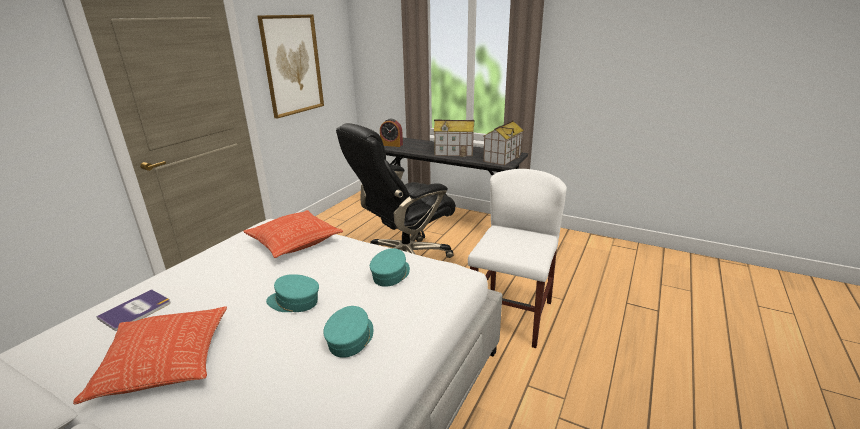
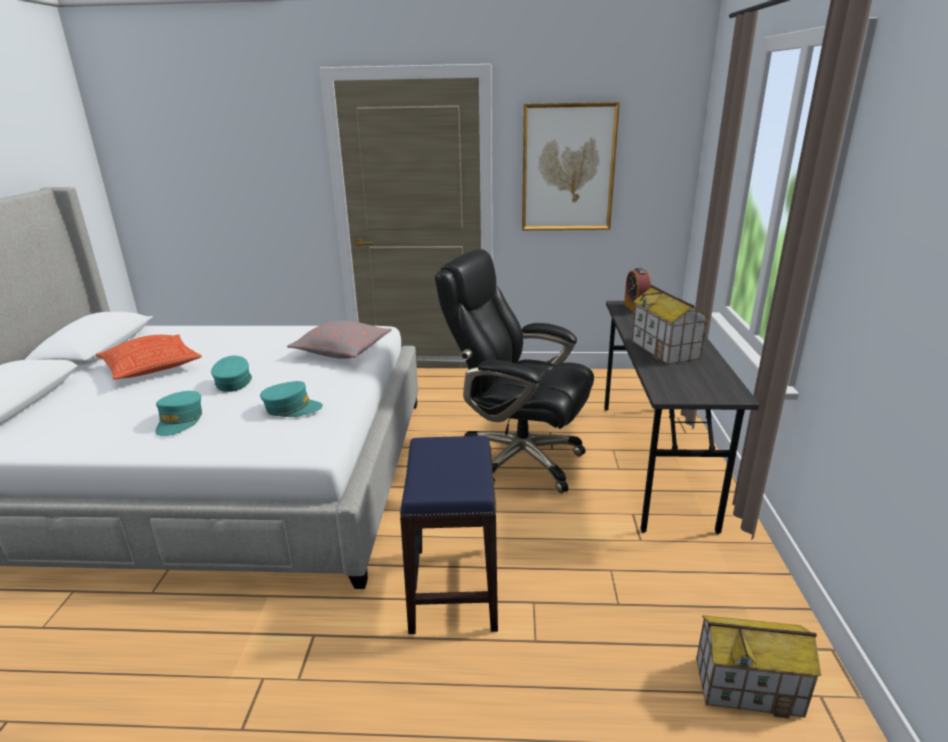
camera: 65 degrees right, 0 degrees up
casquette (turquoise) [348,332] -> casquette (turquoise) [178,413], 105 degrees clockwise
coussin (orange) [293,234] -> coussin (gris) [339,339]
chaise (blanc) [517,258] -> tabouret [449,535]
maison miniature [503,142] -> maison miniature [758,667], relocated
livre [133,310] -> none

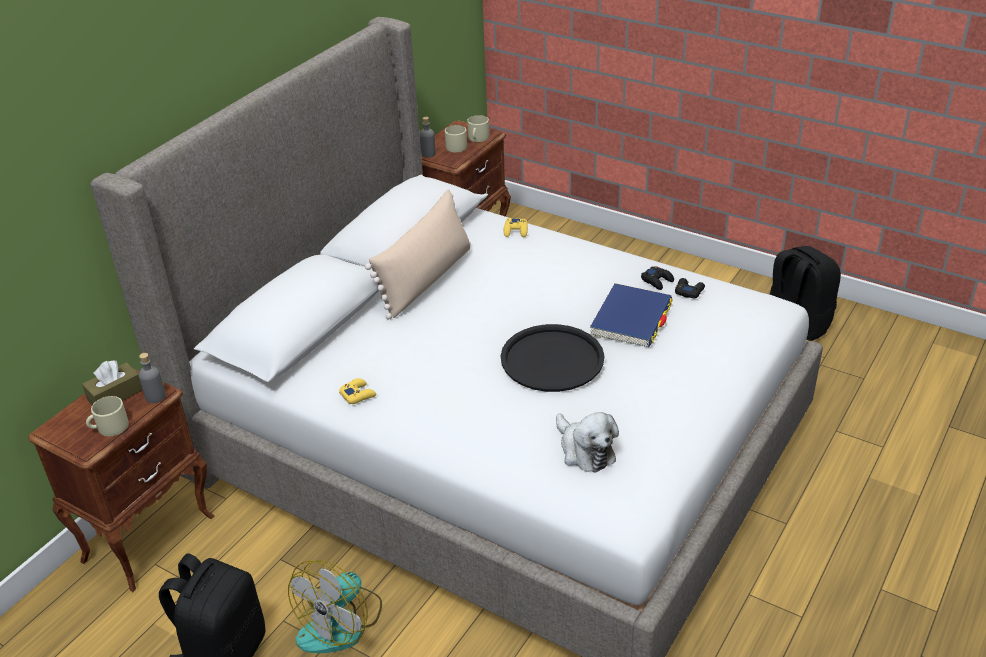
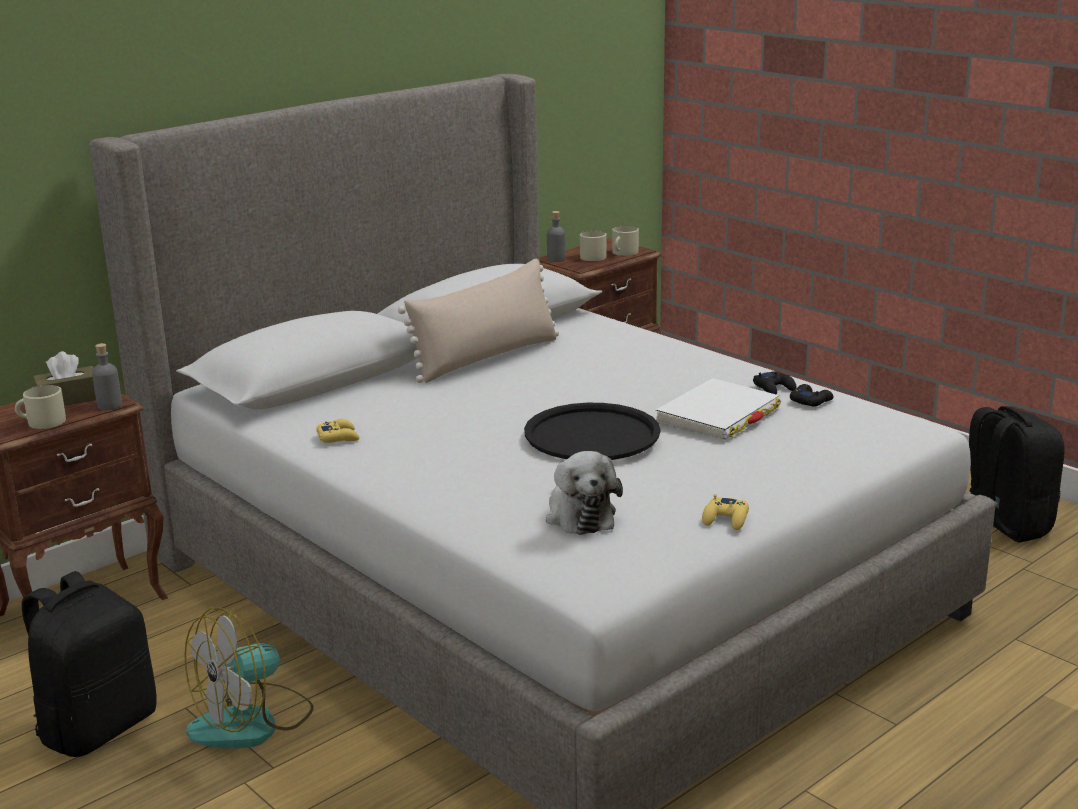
camera: 15 degrees right, 15 degrees down
livre (bleu) [631,315] -> livre (blanc) [718,409]
manette (jaune) [515,227] -> manette (jaune) [725,512], relocated

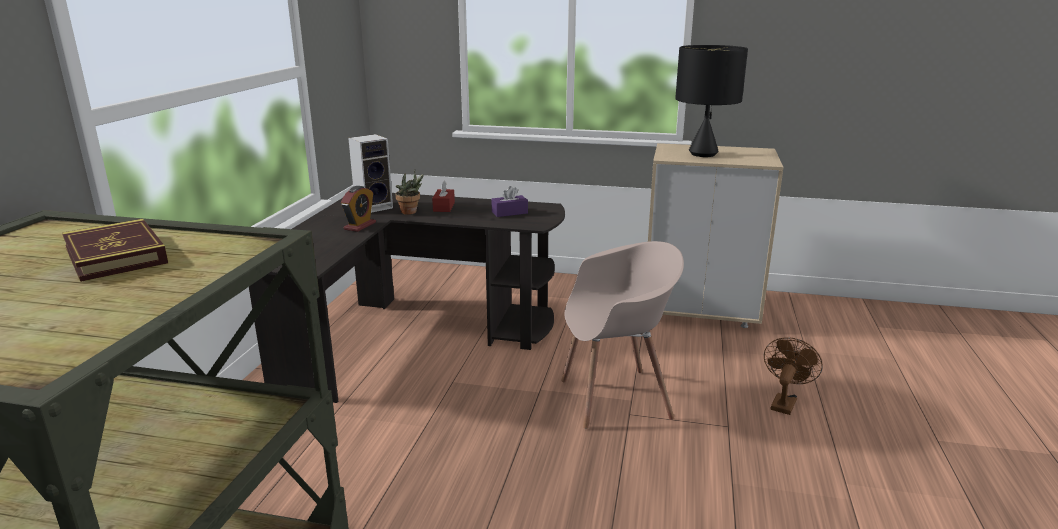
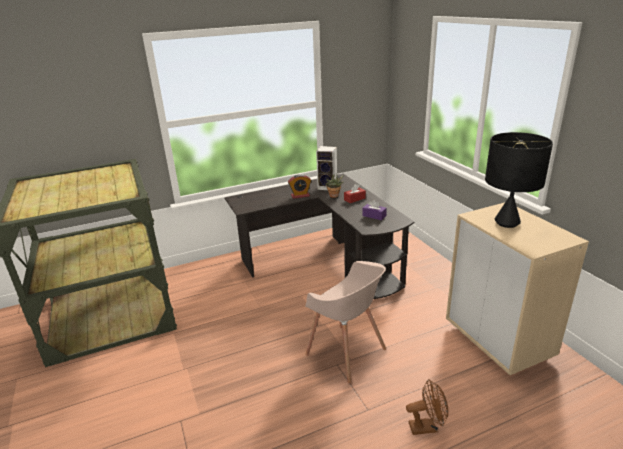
camera: 55 degrees right, 5 degrees up
livre [115,250] -> none

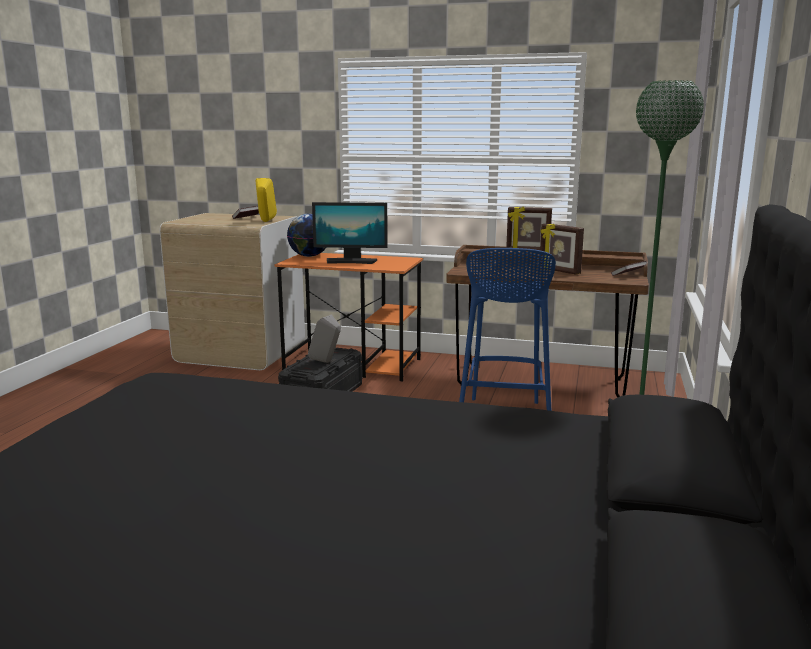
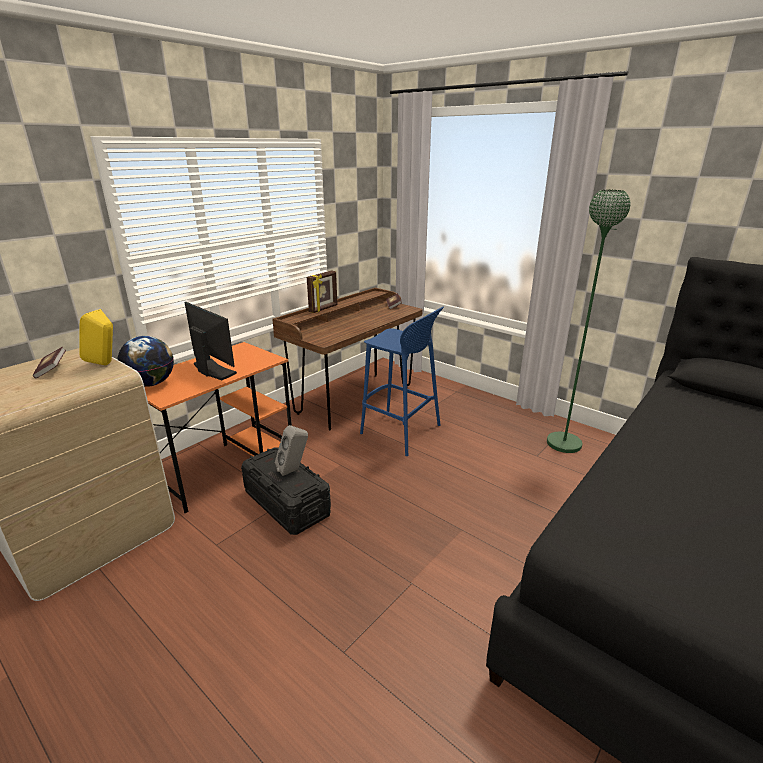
camera: 65 degrees left, 10 degrees up
écran d'ordinateur [350,233] -> écran d'ordinateur [211,341], 75 degrees counterclockwise
cadre photo [562,249] -> none

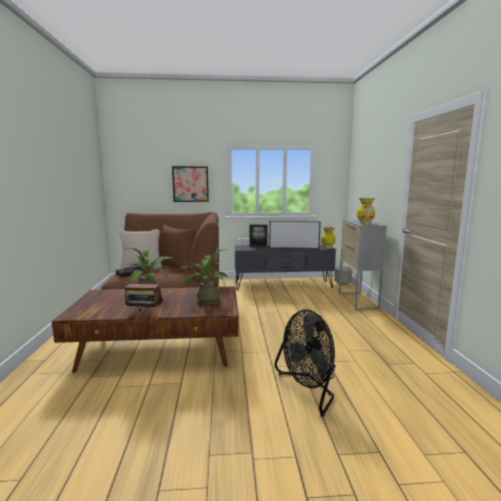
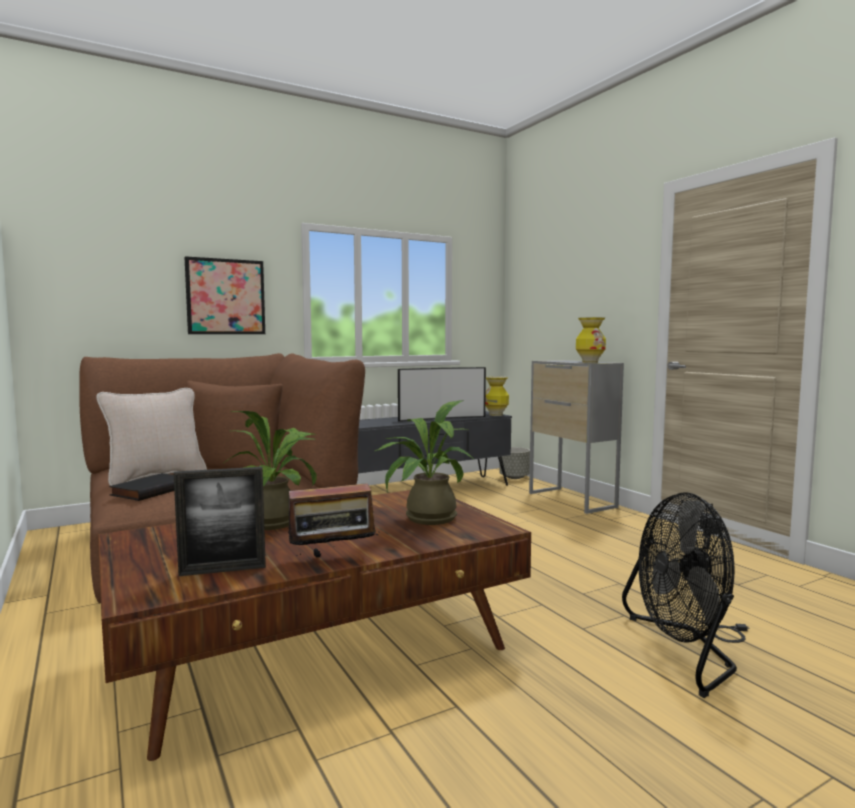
camera: 25 degrees left, 5 degrees down
cadre photo [259,235] -> cadre photo [220,521], relocated
ventilateur (noir) [305,363] -> ventilateur (noir) [685,595], 45 degrees clockwise

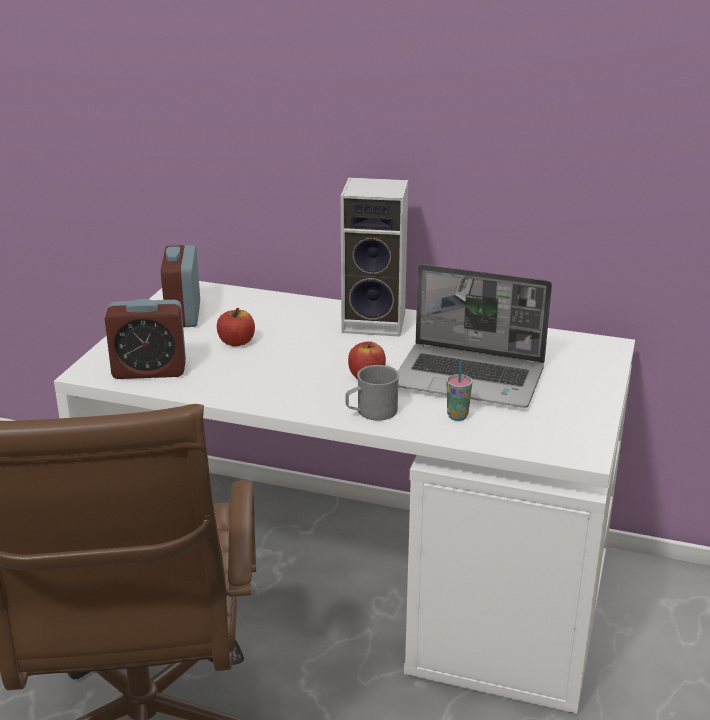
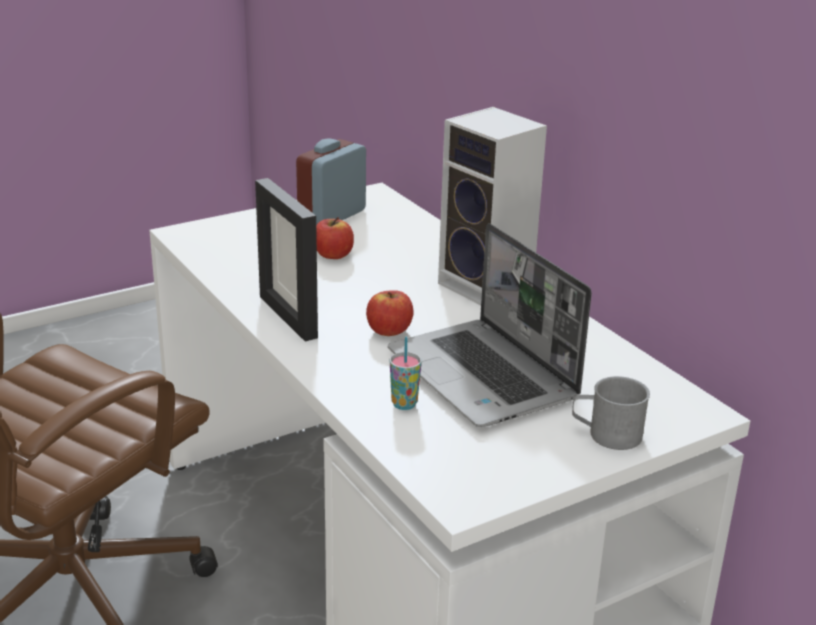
camera: 40 degrees right, 0 degrees up
none -> cadre photo [286,259]
mug (gris) [372,392] -> mug (gris) [611,413], relocated
réveil [145,339] -> none

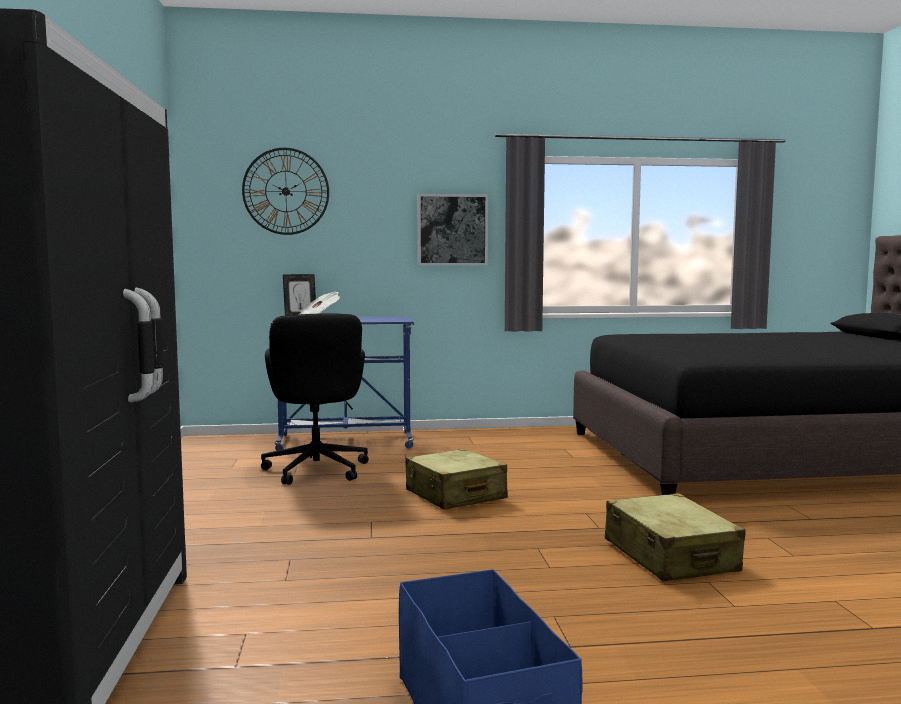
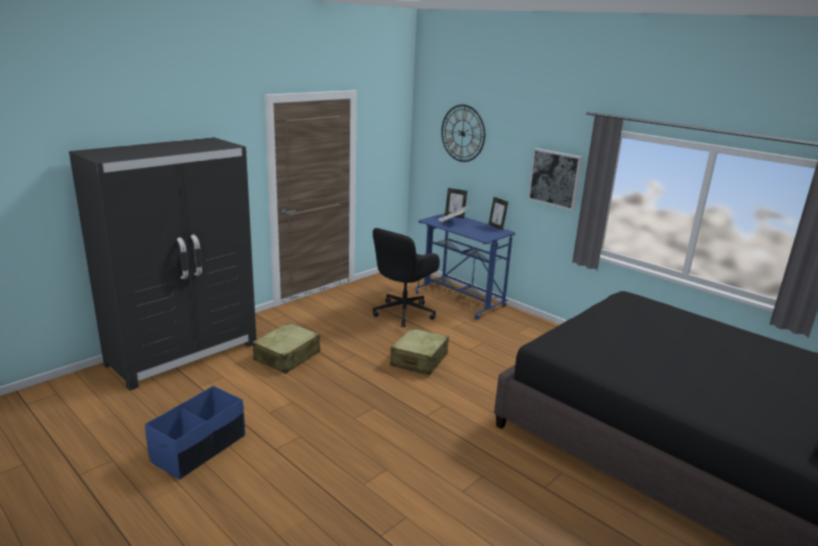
camera: 50 degrees right, 15 degrees up
valise (beige) [675,537] -> valise (beige) [286,348], relocated
none -> cadre photo [498,214]

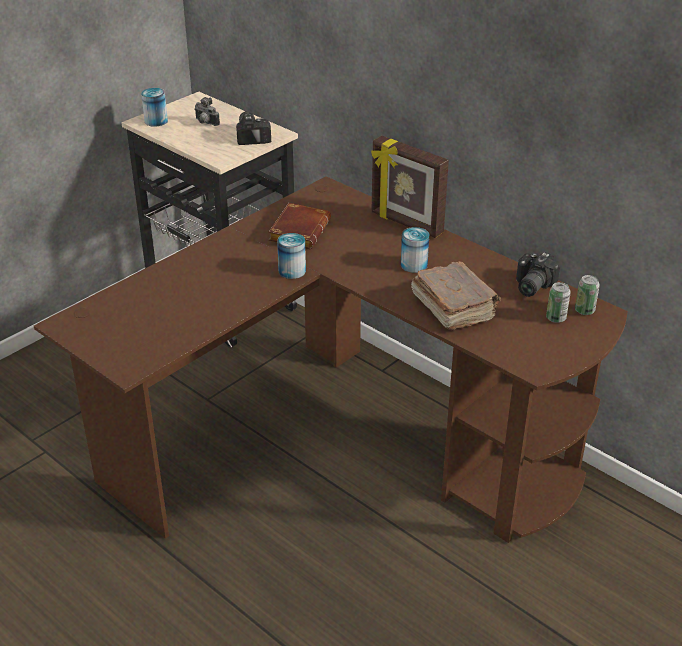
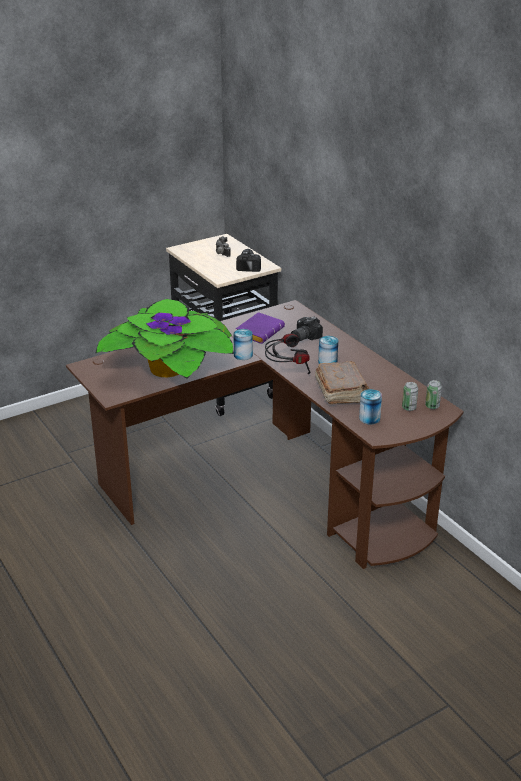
camera: 15 degrees right, 5 degrees down
none -> plante en pot [165,339]
livre (marron) [299,226] -> livre (violet) [260,328]
none -> casque audio [287,354]
appareil photo [538,274] -> appareil photo [307,329], relocated
boîte métallique [154,107] -> boîte métallique [370,406], relocated
cadre photo [410,187] -> none

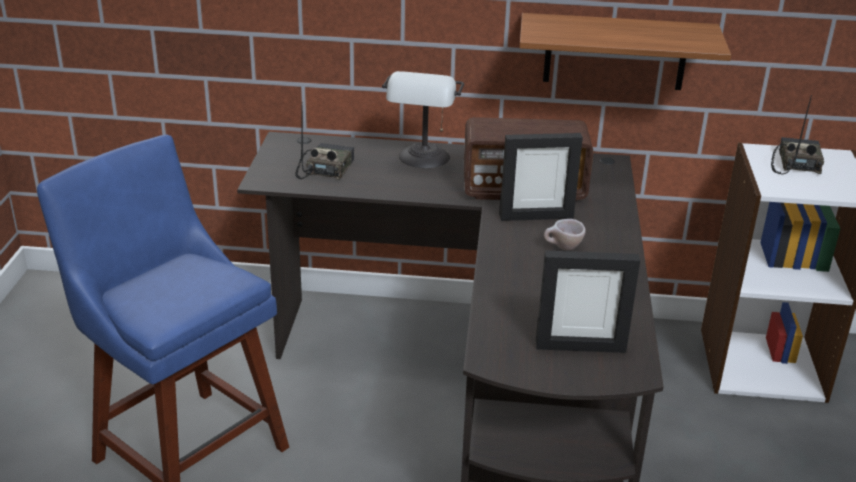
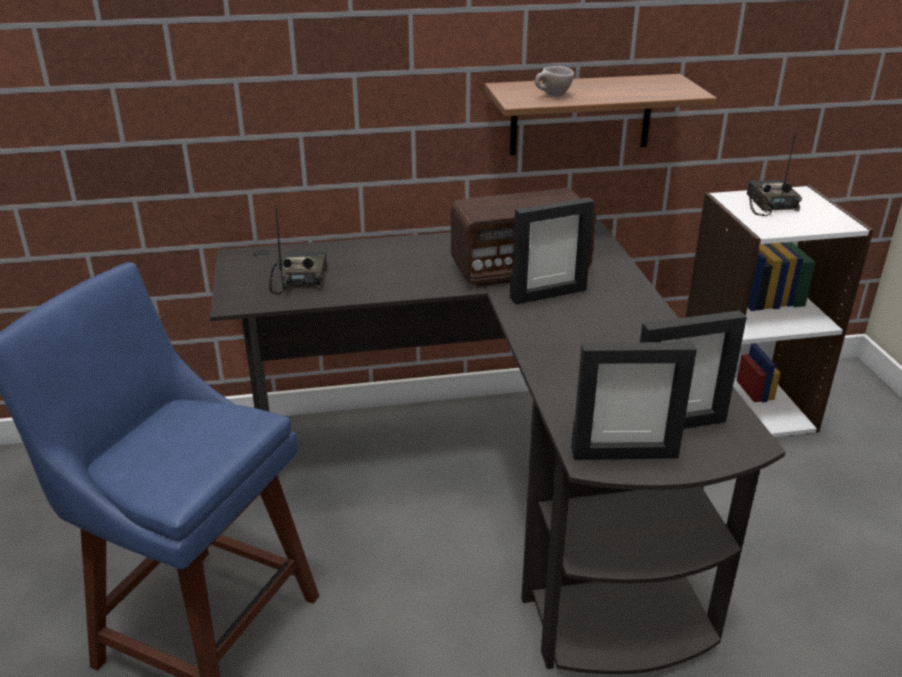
camera: 15 degrees left, 0 degrees up
tasse (beige) [565,234] -> tasse (beige) [554,81], relocated
none -> cadre photo [634,401]
lampe de table [423,119] -> none

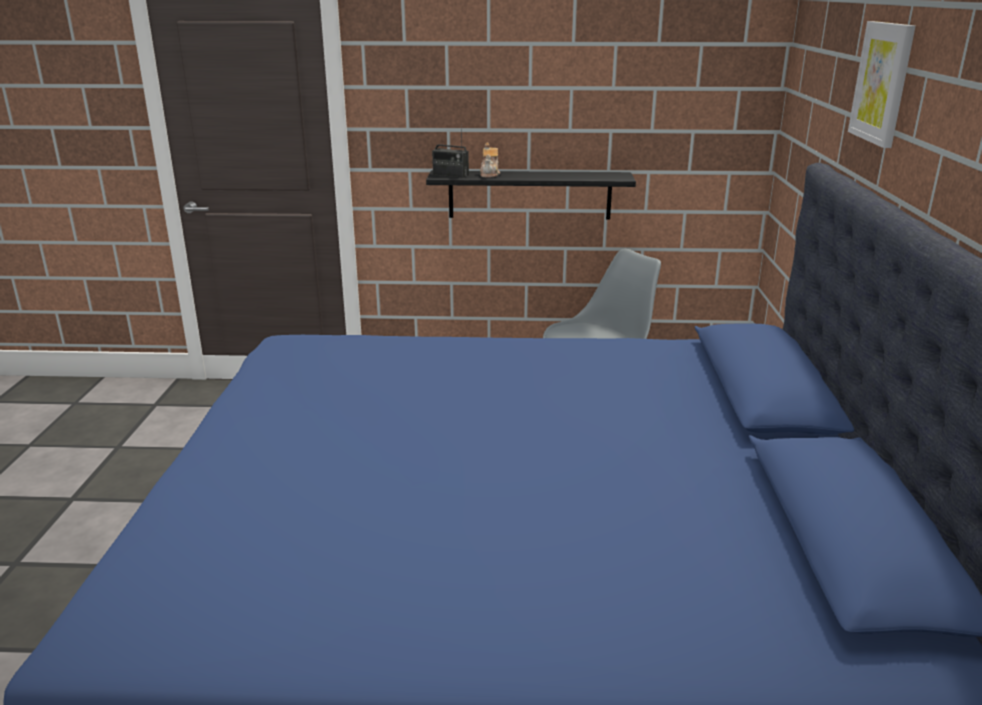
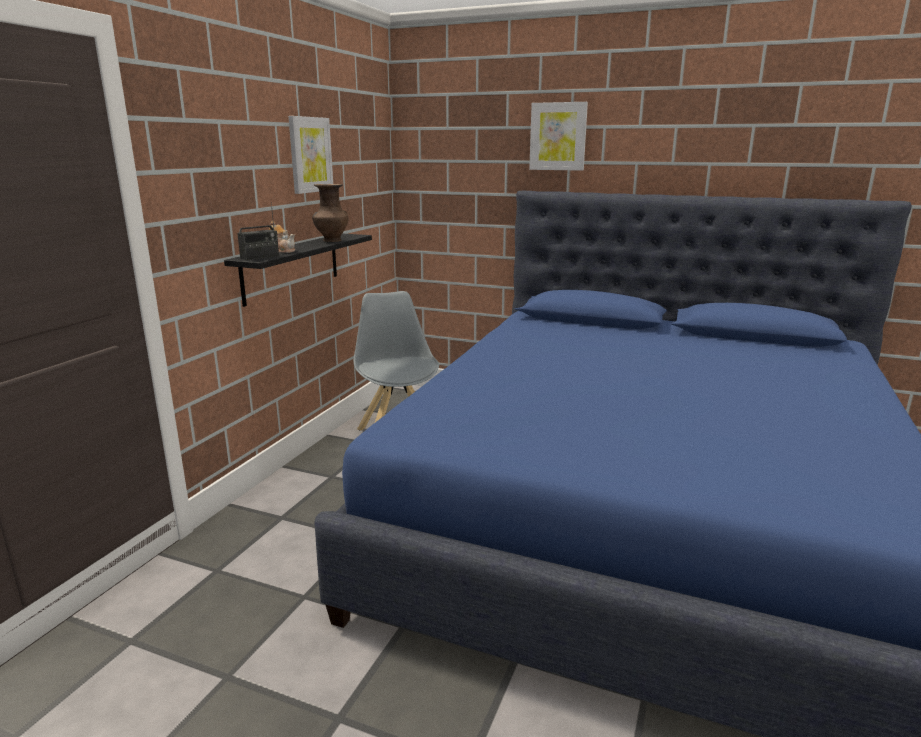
camera: 70 degrees left, 5 degrees down
none -> tableau [310,155]
none -> vase (marron) [330,213]

